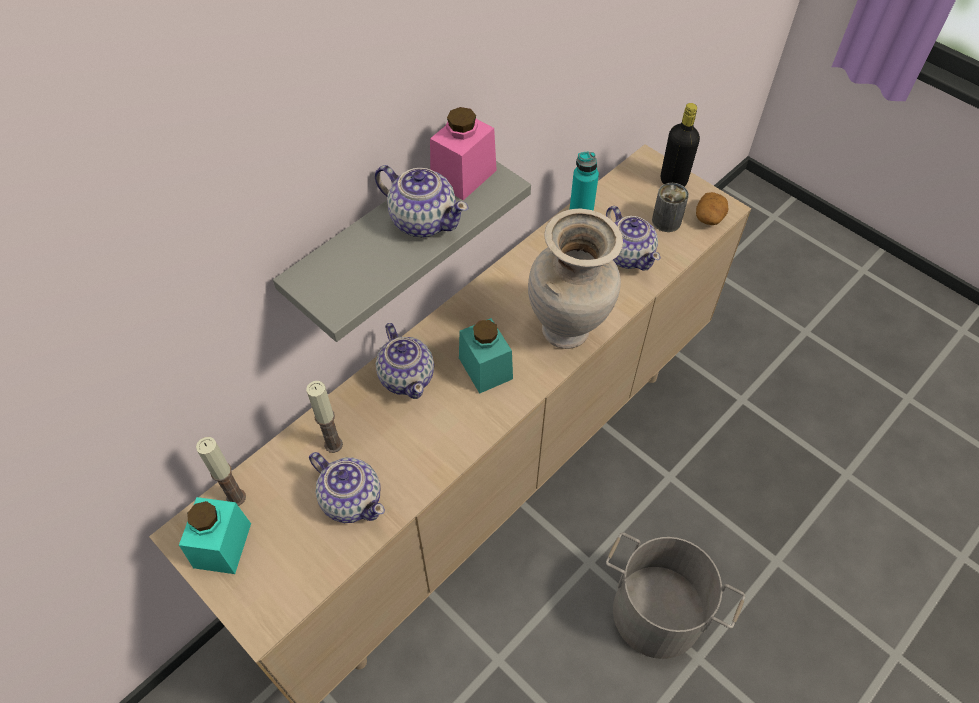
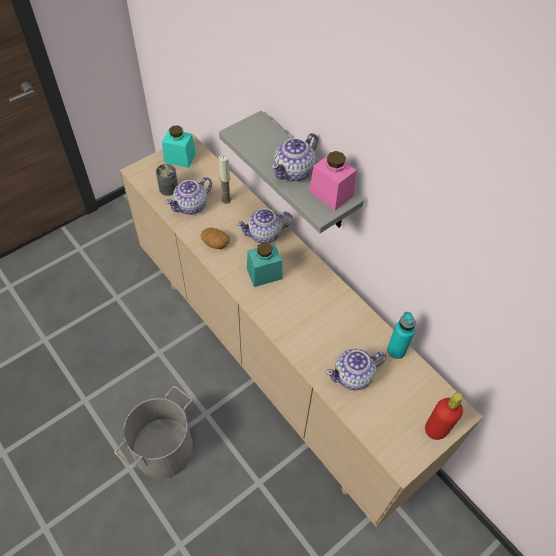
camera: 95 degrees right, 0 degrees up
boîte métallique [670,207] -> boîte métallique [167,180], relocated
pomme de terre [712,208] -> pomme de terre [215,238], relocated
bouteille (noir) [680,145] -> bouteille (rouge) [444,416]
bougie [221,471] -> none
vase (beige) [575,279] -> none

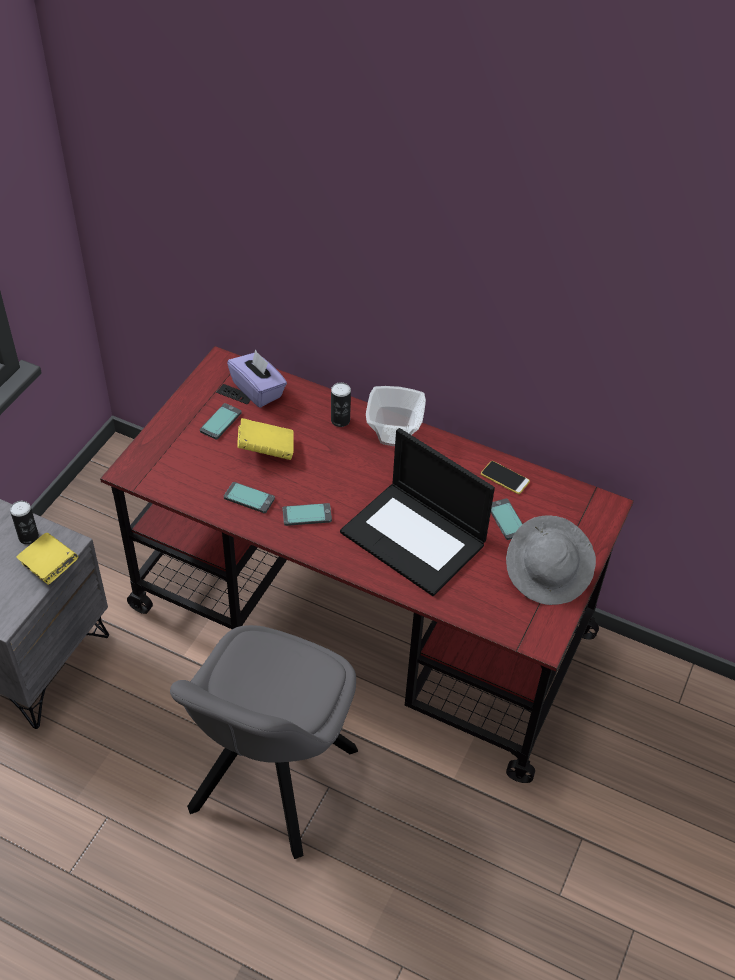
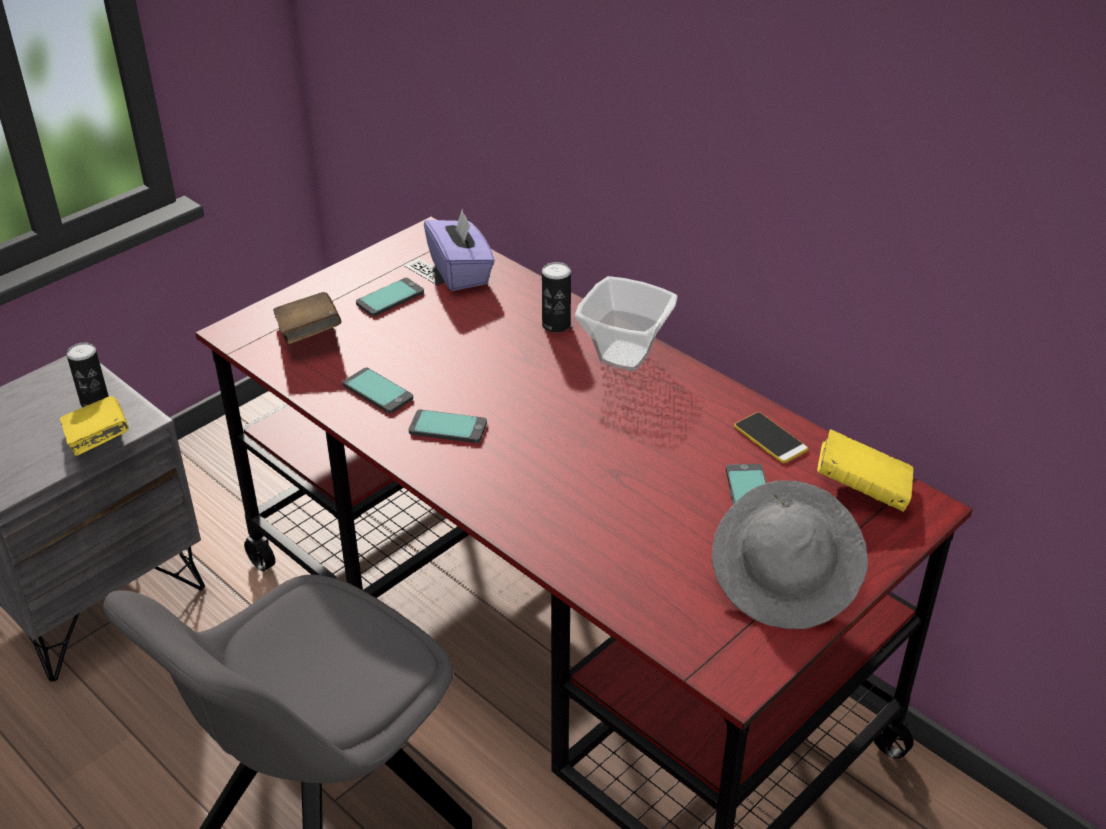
camera: 20 degrees right, 10 degrees down
none -> livre (marron) [307,318]
livre (jaune) [265,439] -> livre (jaune) [865,470], relocated
ordinateur portable [417,512] -> none

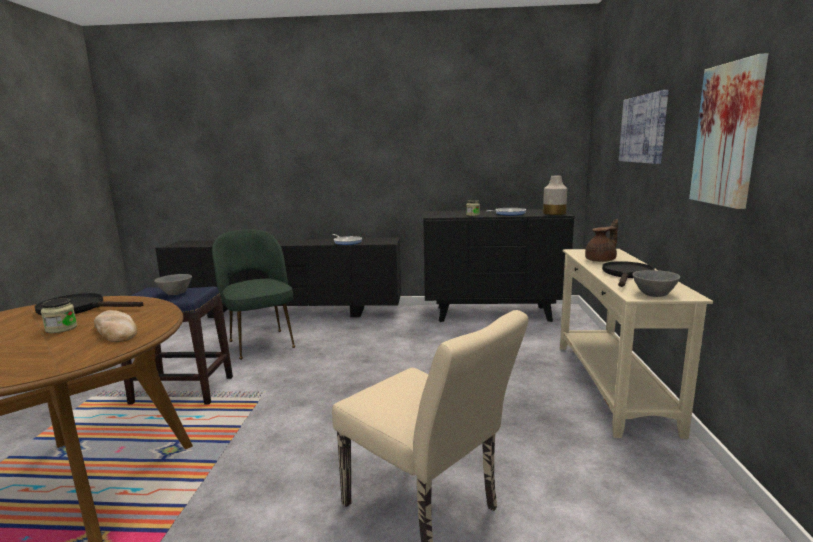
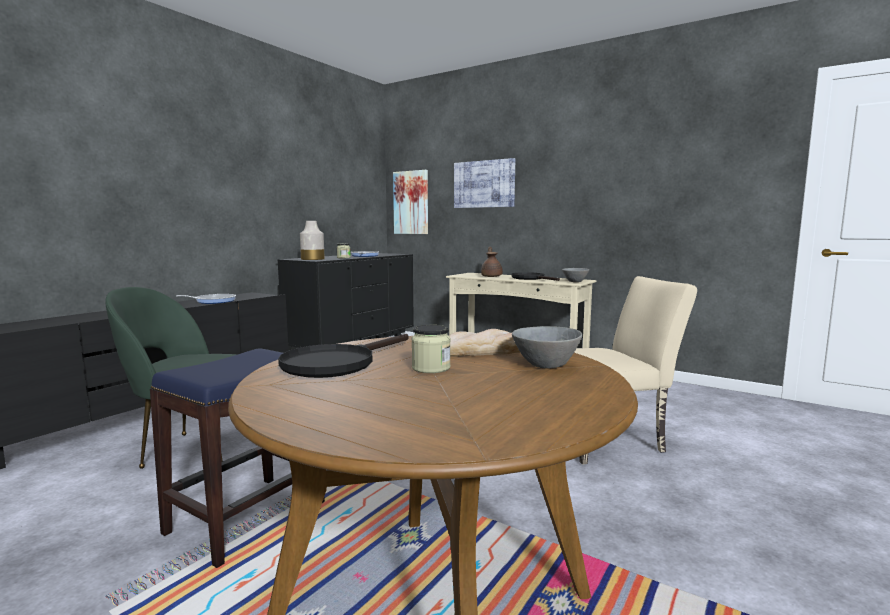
camera: 60 degrees left, 5 degrees down
vase (beige) [555,195] -> vase (beige) [312,240], relocated
tableau [728,131] -> tableau [410,202], relocated
bol (gris) [173,284] -> bol (gris) [547,347], relocated

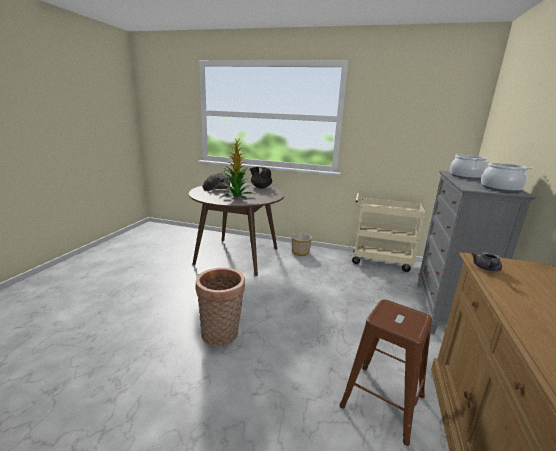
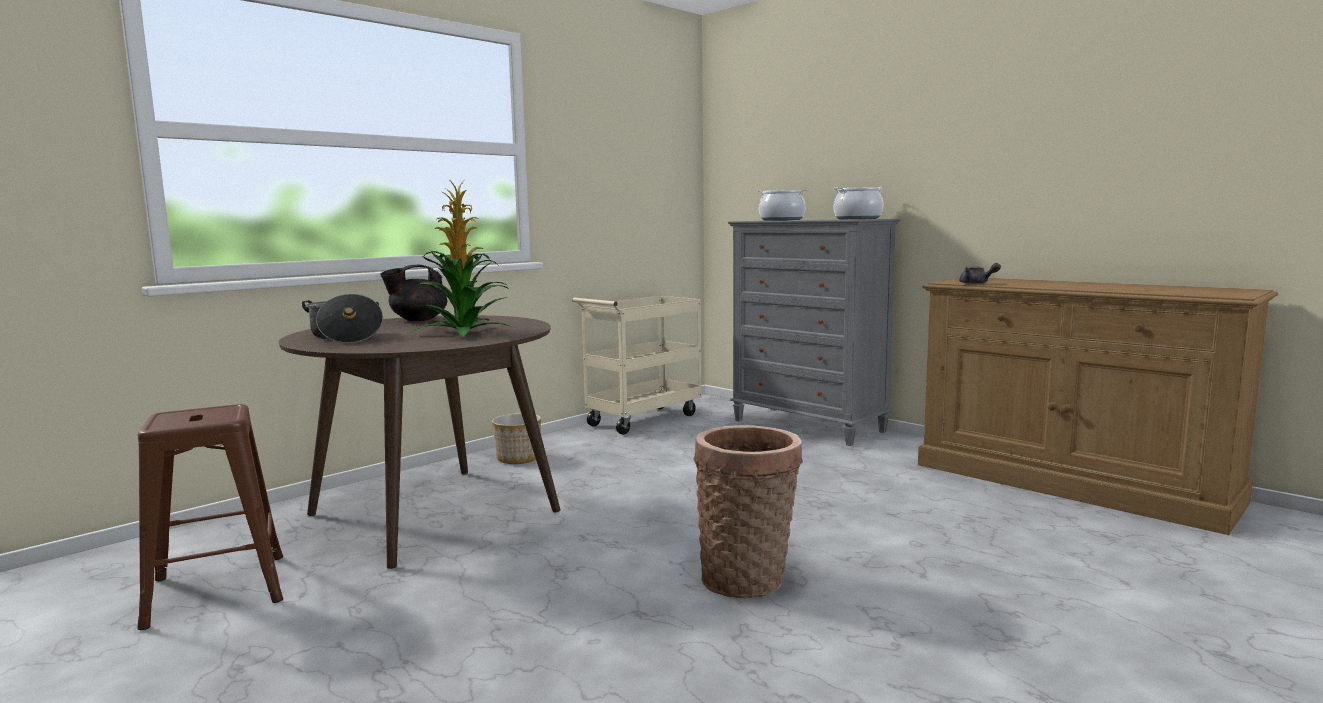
camera: 60 degrees left, 10 degrees down
tabouret (marron) [385,372] -> tabouret (marron) [210,517], relocated

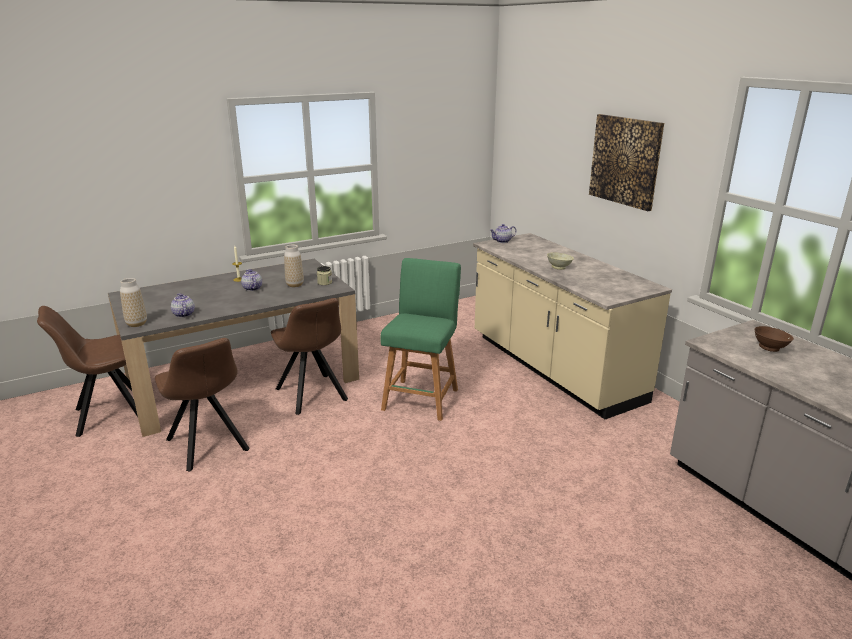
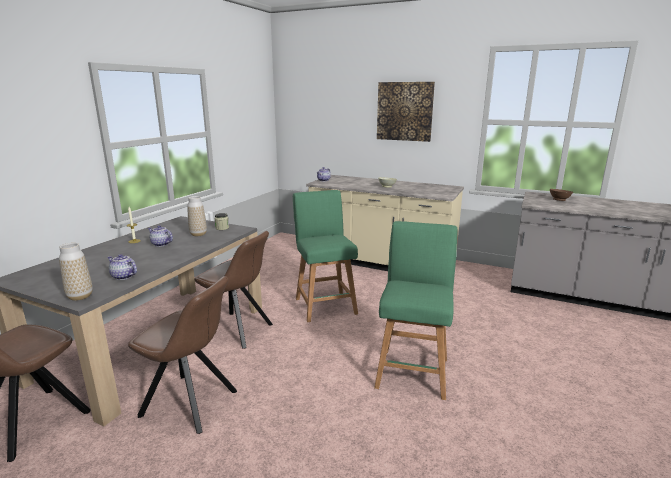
camera: 35 degrees left, 5 degrees down
none -> tabouret (vert) [415,310]

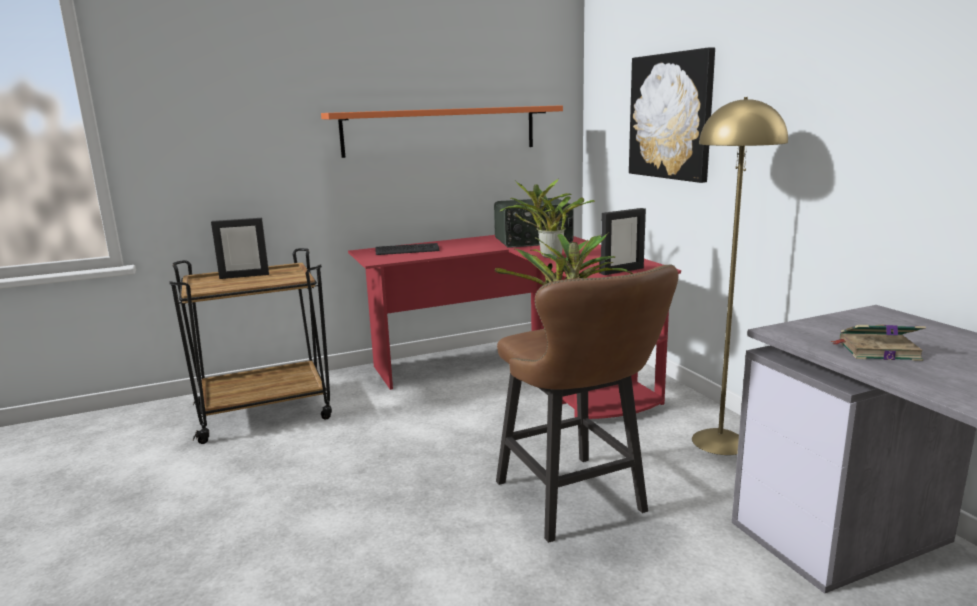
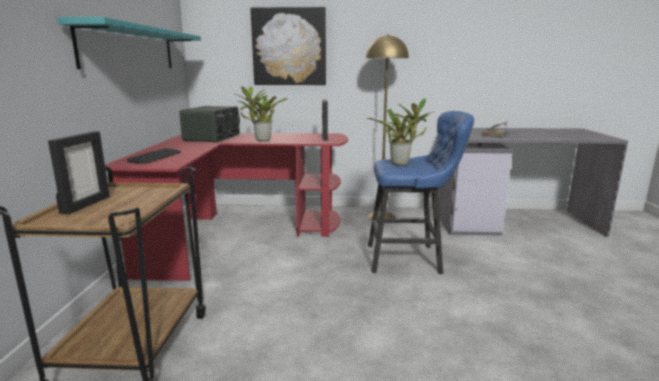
camera: 65 degrees left, 0 degrees up
étagère (orange) [442,131] -> étagère (turquoise) [129,43]
tabouret (marron) [587,403] -> tabouret (bleu) [421,192]

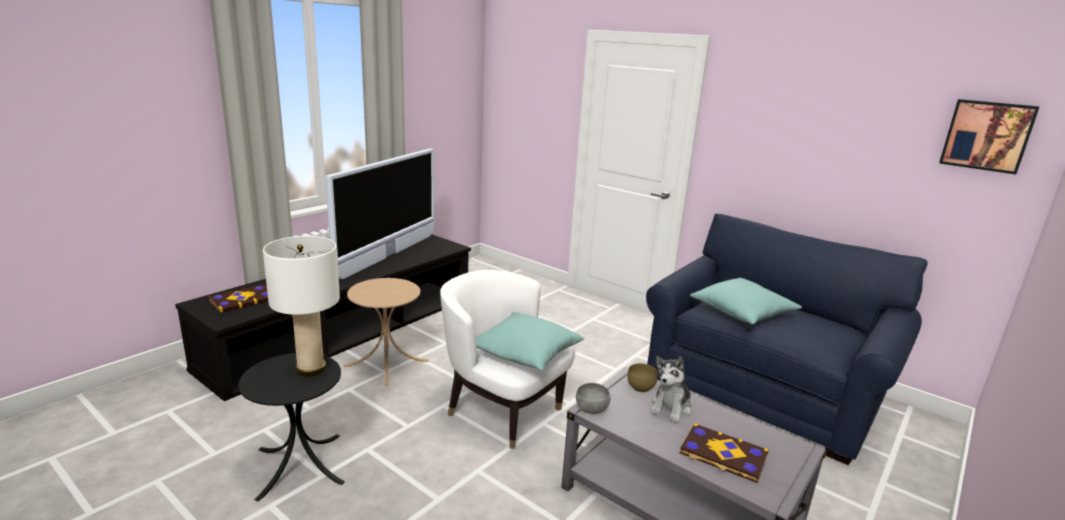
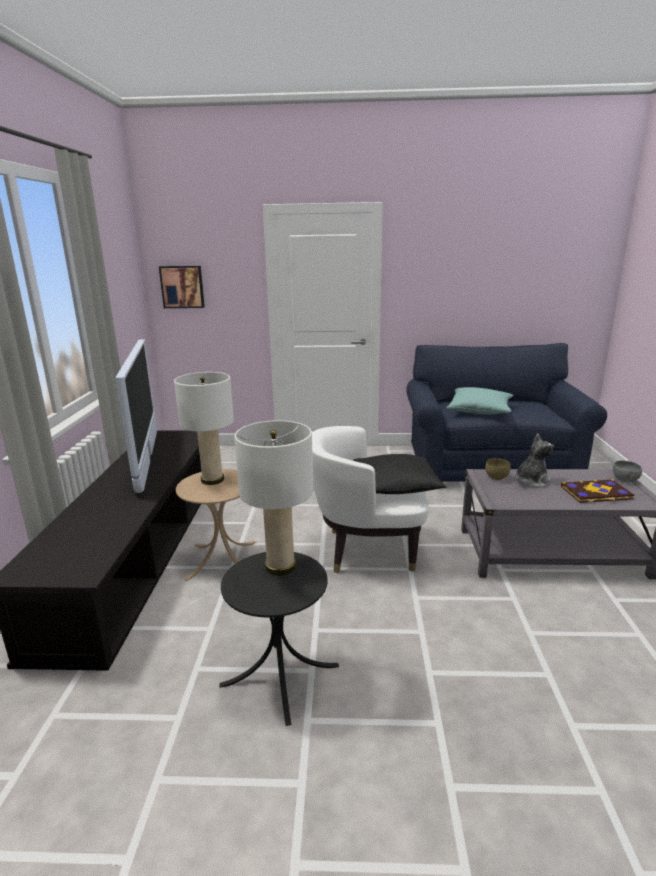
camera: 35 degrees left, 0 degrees up
tableau [989,137] -> tableau [182,287], relocated
none -> lampe de table (blanc) [204,428]
coussin (turquoise) [530,341] -> coussin (noir) [400,474]
peluche [671,389] -> peluche [534,461], 120 degrees counterclockwise
bol (gris) [593,398] -> bol (gris) [627,471], relocated
livre [238,298] -> none

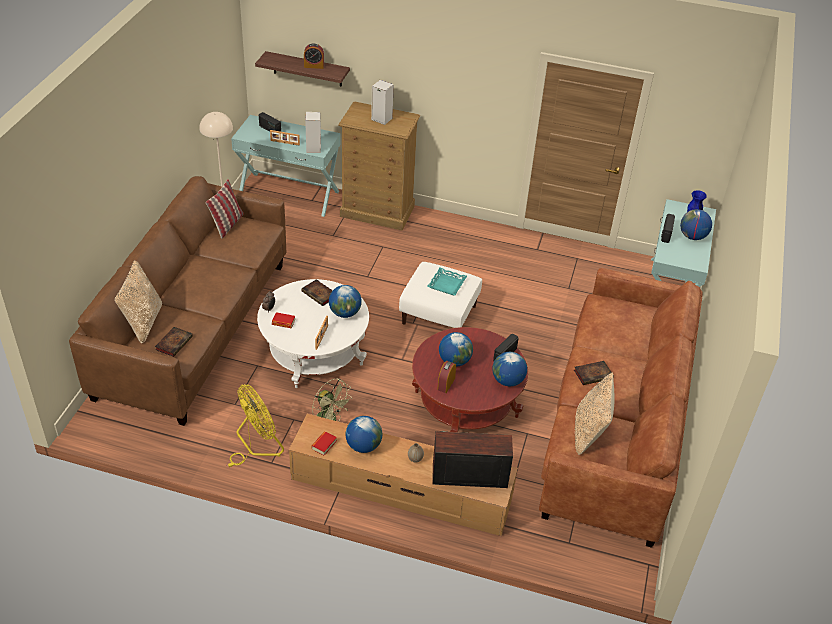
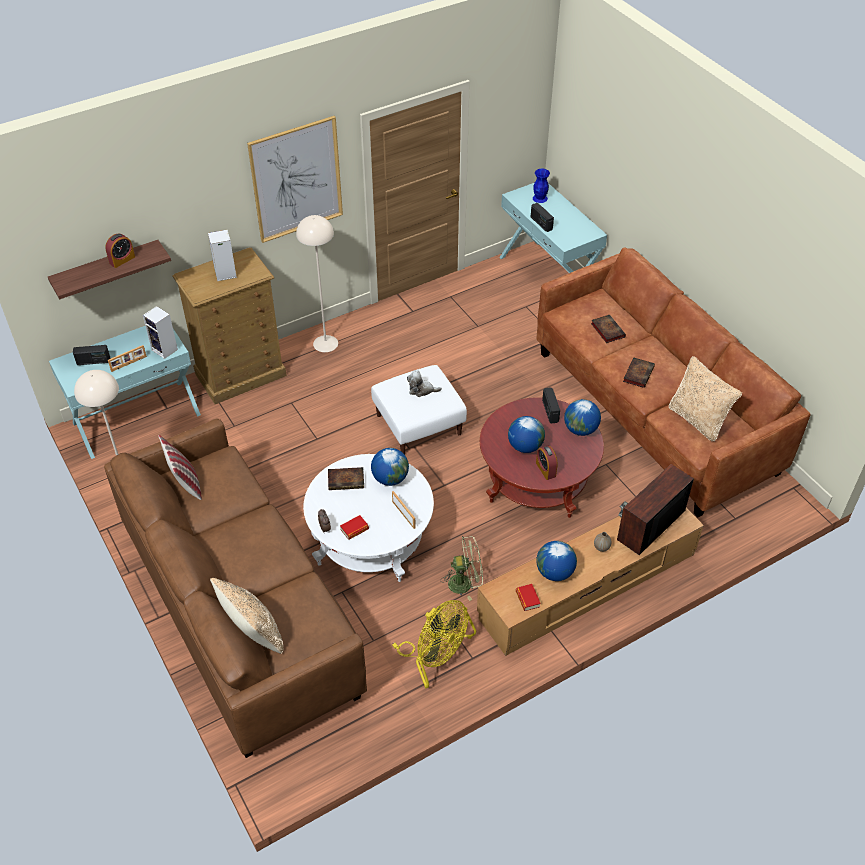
camera: 45 degrees left, 5 degrees up
none -> tableau [295,179]
none -> lampadaire (beige) [317,283]
ventilateur (jaune) [256,425] -> ventilateur (jaune) [434,644], 120 degrees clockwise
plateau (turquoise) [447,281] -> peluche [424,383]
livre [174,342] -> livre [608,329], relocated
globe [696,224] -> none

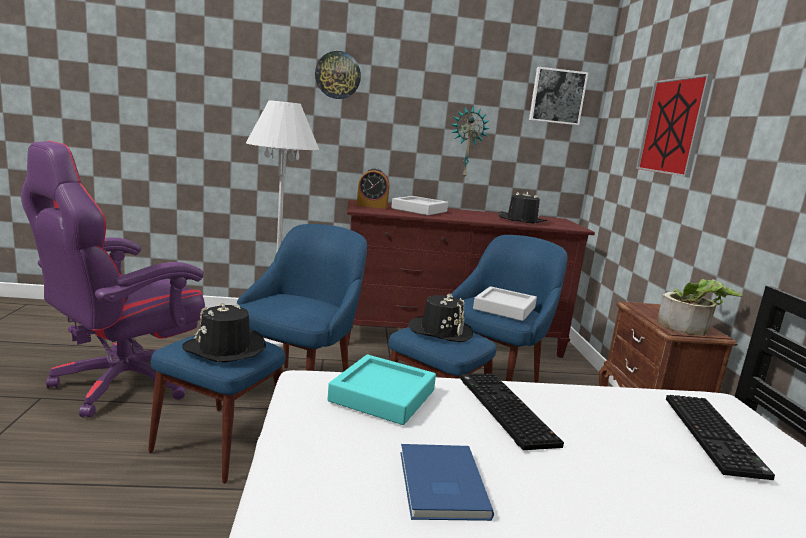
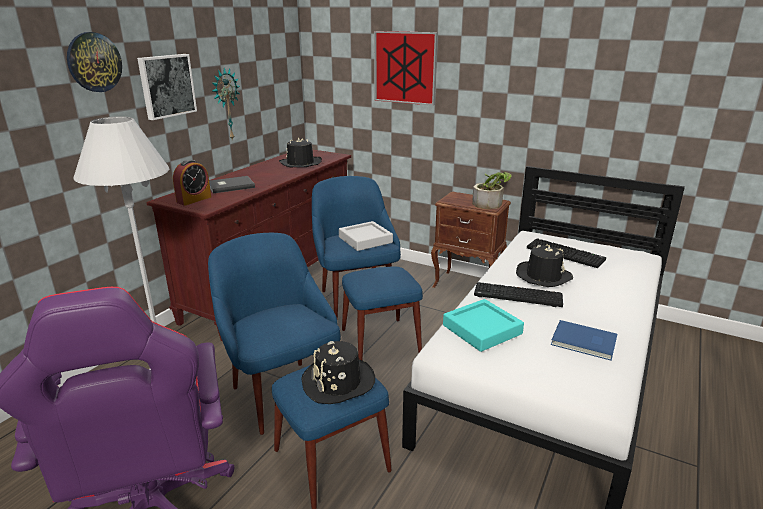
camera: 55 degrees left, 10 degrees up
tableau [558,96] -> tableau [167,87], relocated
plateau (gris) [419,205] -> livre (gris) [232,184]
chapeau (noir) [441,318] -> chapeau (noir) [544,265], relocated

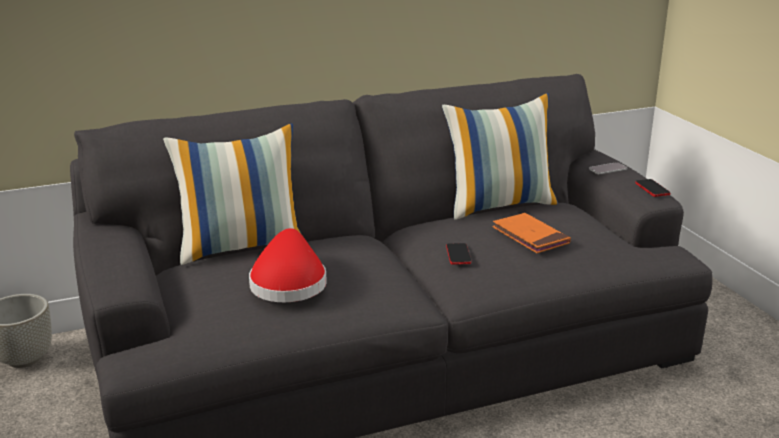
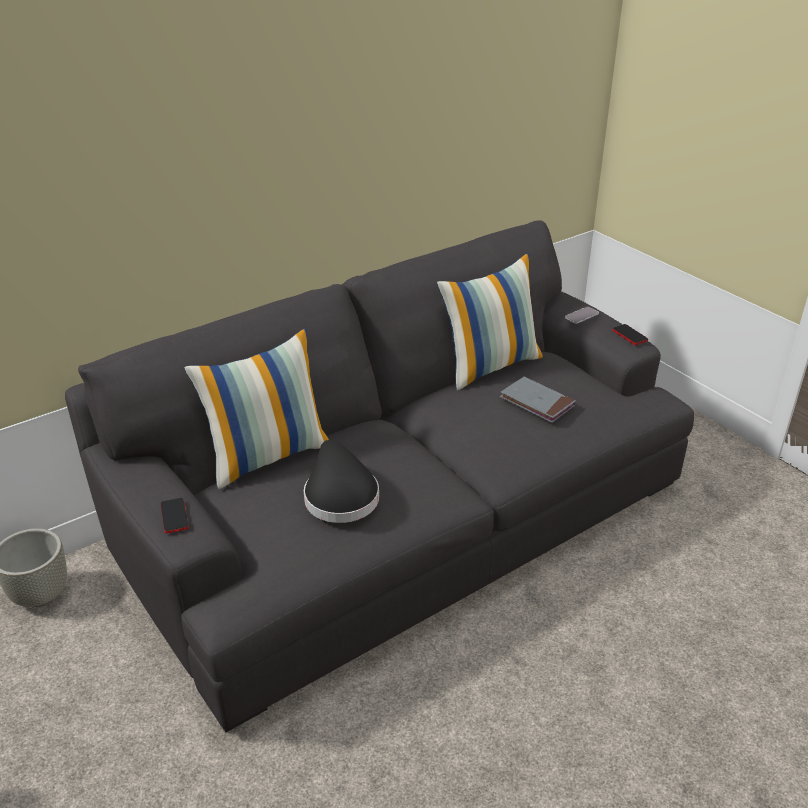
camera: 15 degrees left, 10 degrees up
téléphone [458,254] -> téléphone [174,516], relocated
chapeau (rouge) [288,265] -> chapeau (noir) [341,481]
livre (orange) [531,233] -> livre (gris) [538,400]

